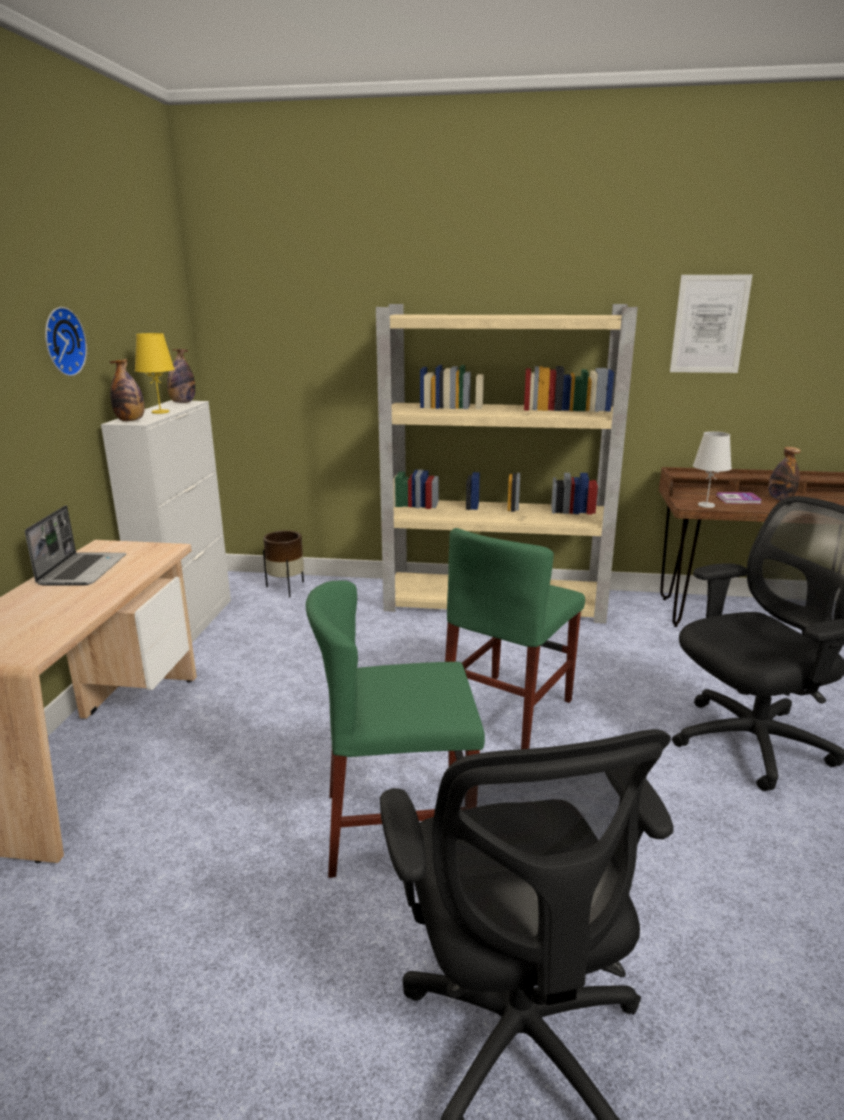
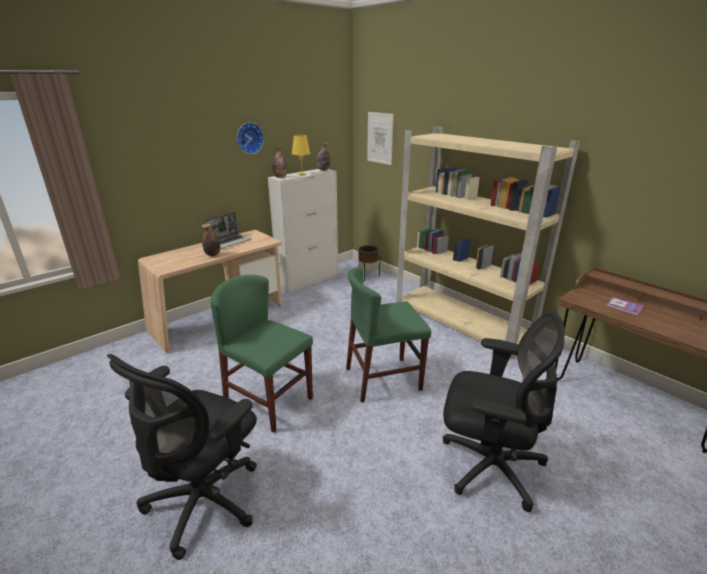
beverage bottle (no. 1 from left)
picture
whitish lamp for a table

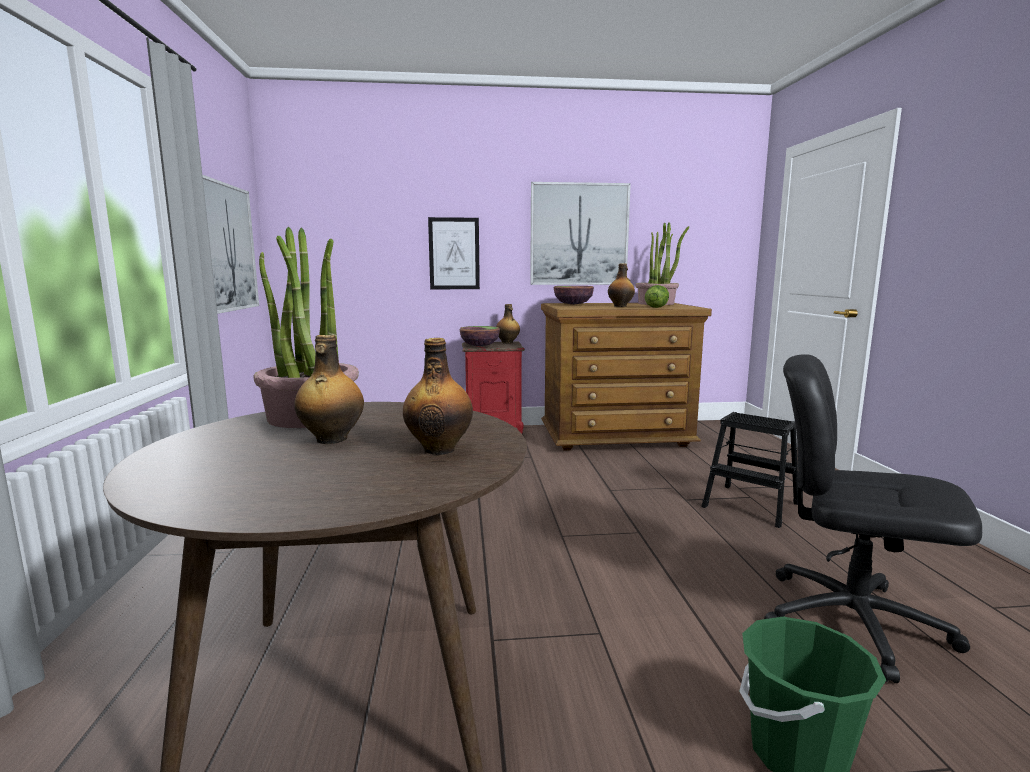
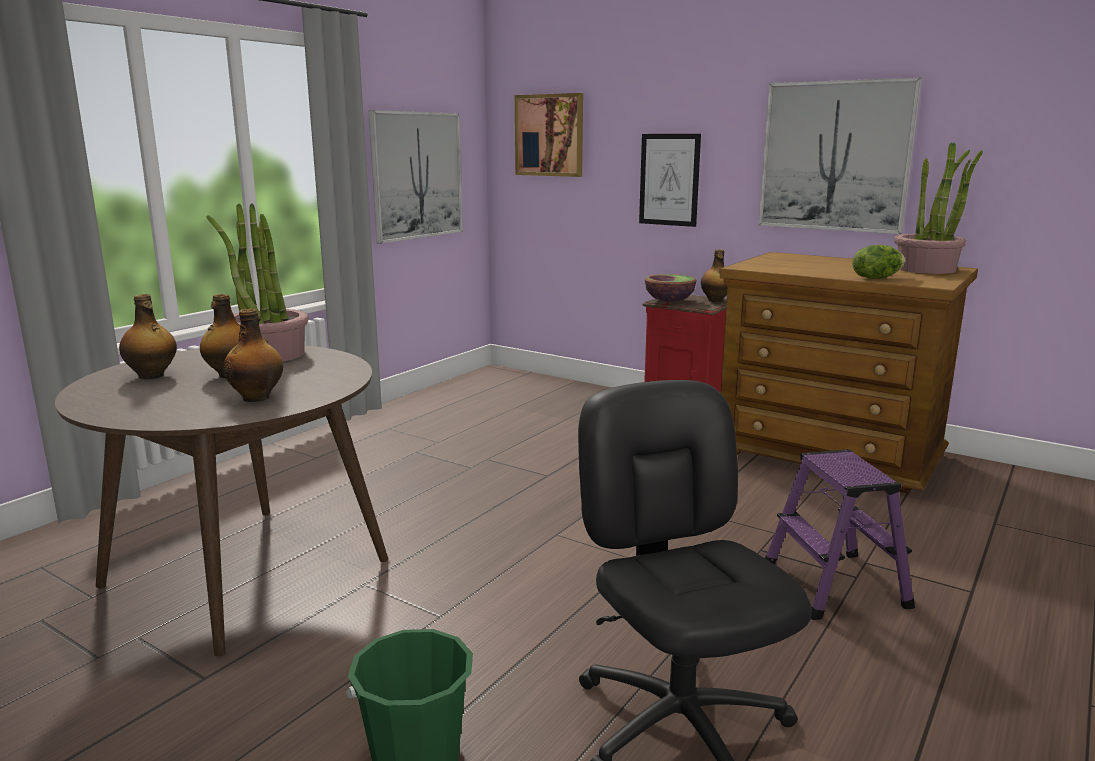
beverage bottle (no. 1 from left)
picture (no. 2 from left)
purplish step stool
deep dish (no. 2 from left in the first image)

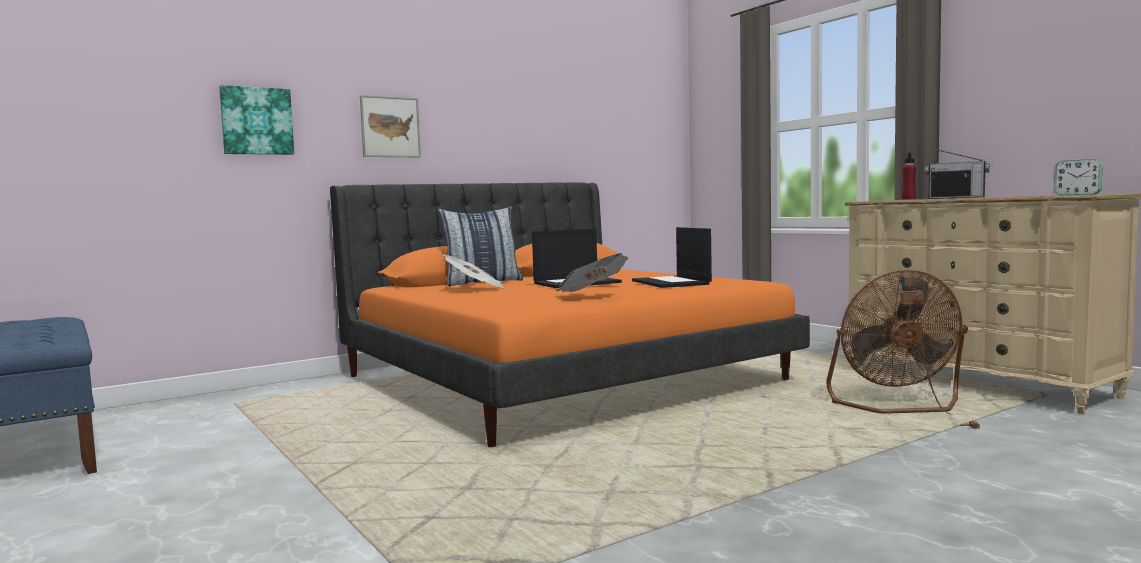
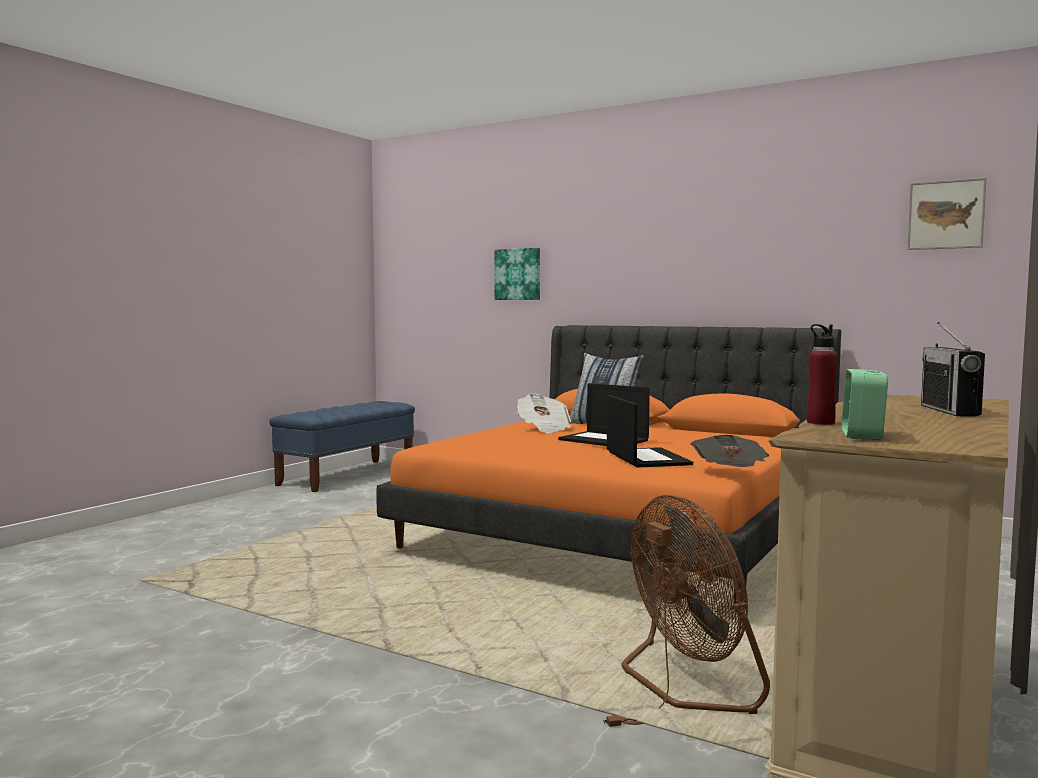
laptop (no. 2 from left)
printed paper (no. 2 from left)
red-coloured beverage bottle
picture (no. 2 from left)

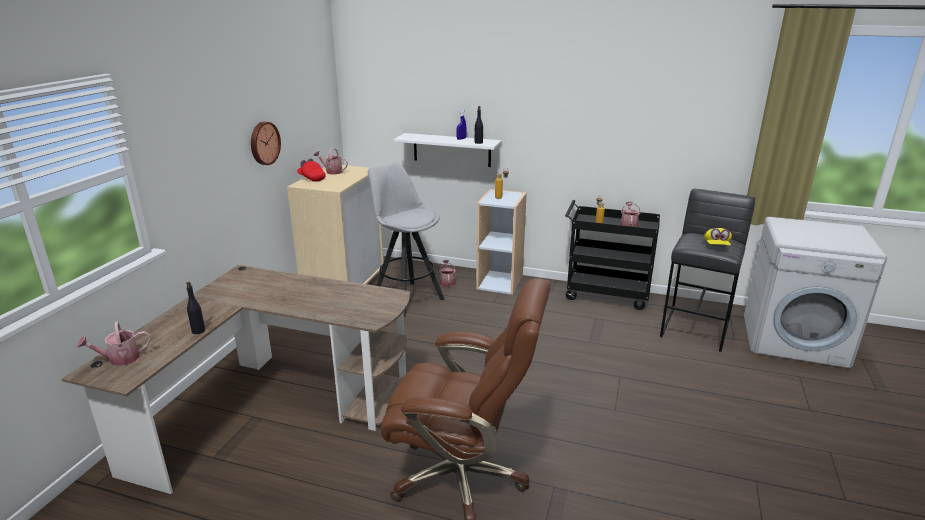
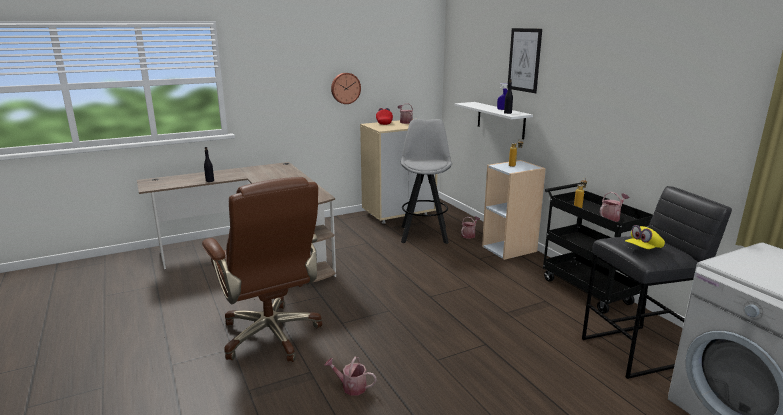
watering pot (no. 1 from left)
picture

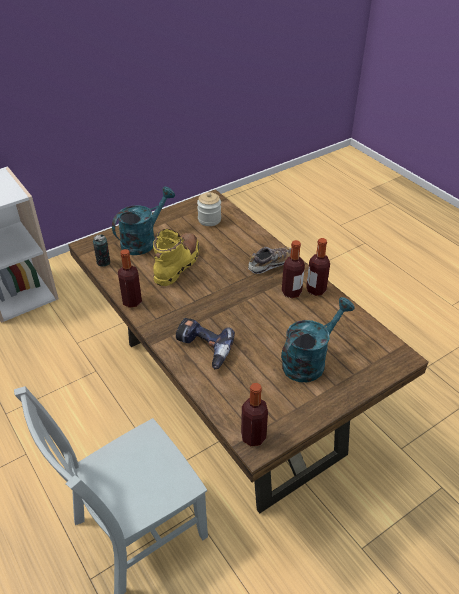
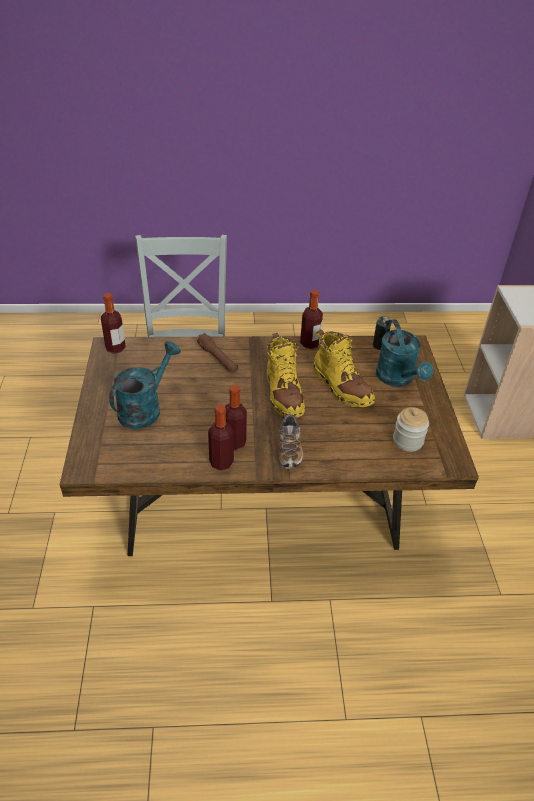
turquoise watering pot (no. 1 from left)
brown-coloured hand torch
yellowish boot (no. 1 from left)

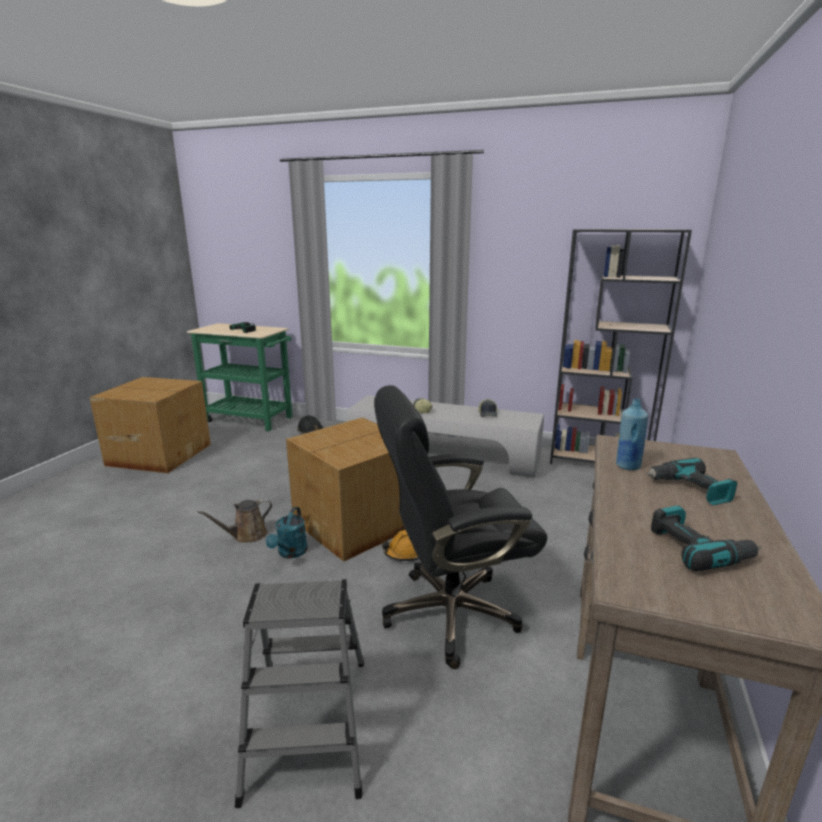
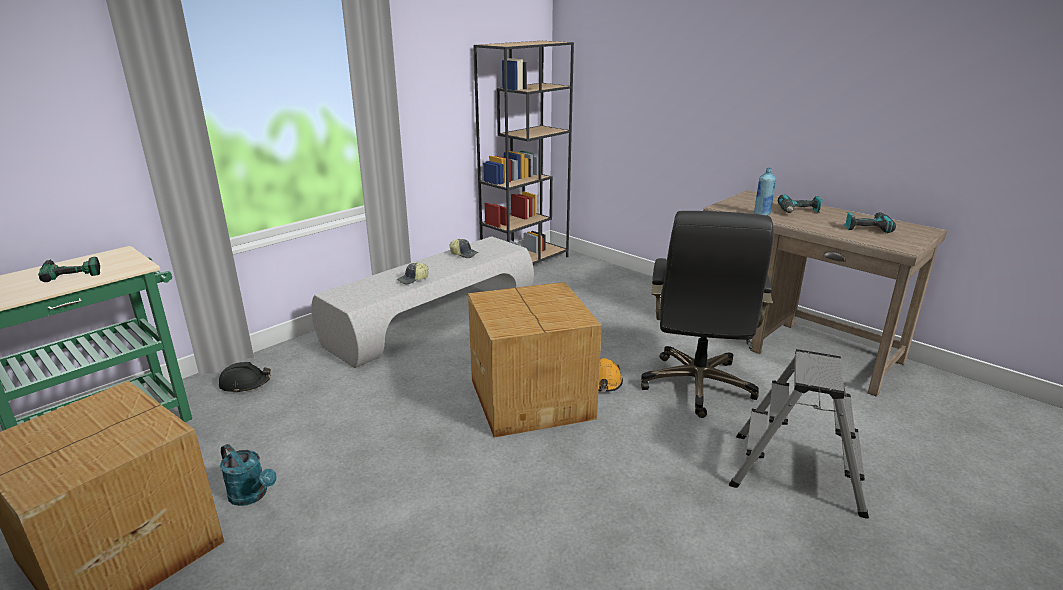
turquoise watering pot
brown-coloured watering pot

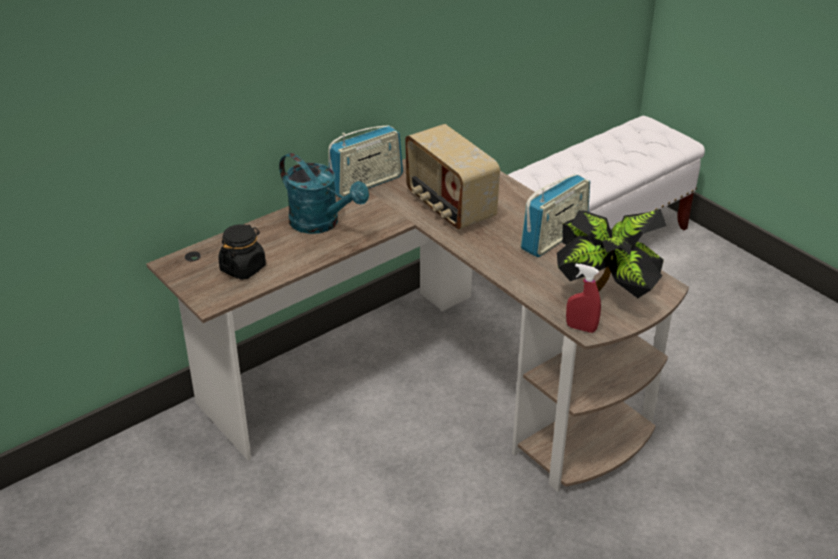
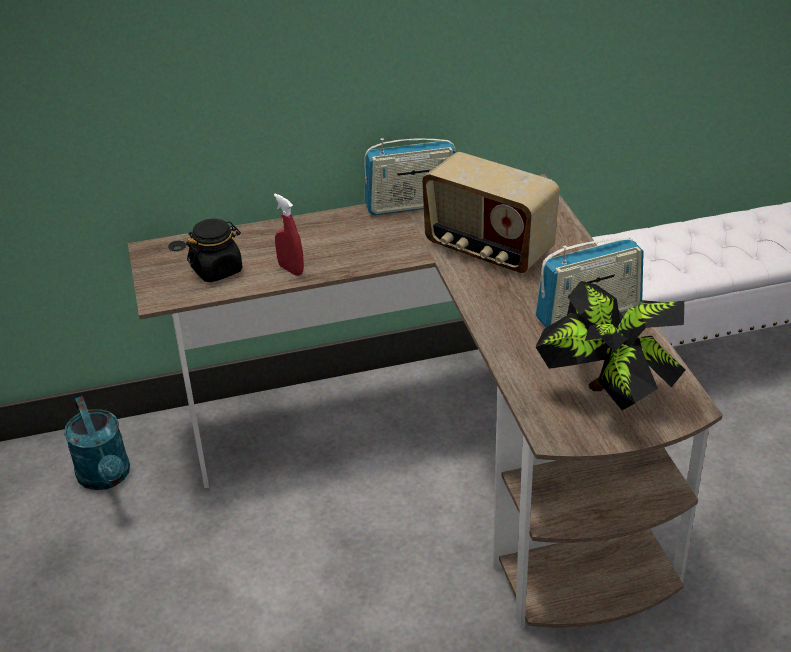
turquoise watering pot
red-coloured sprayer
radio receiver (no. 2 from left)

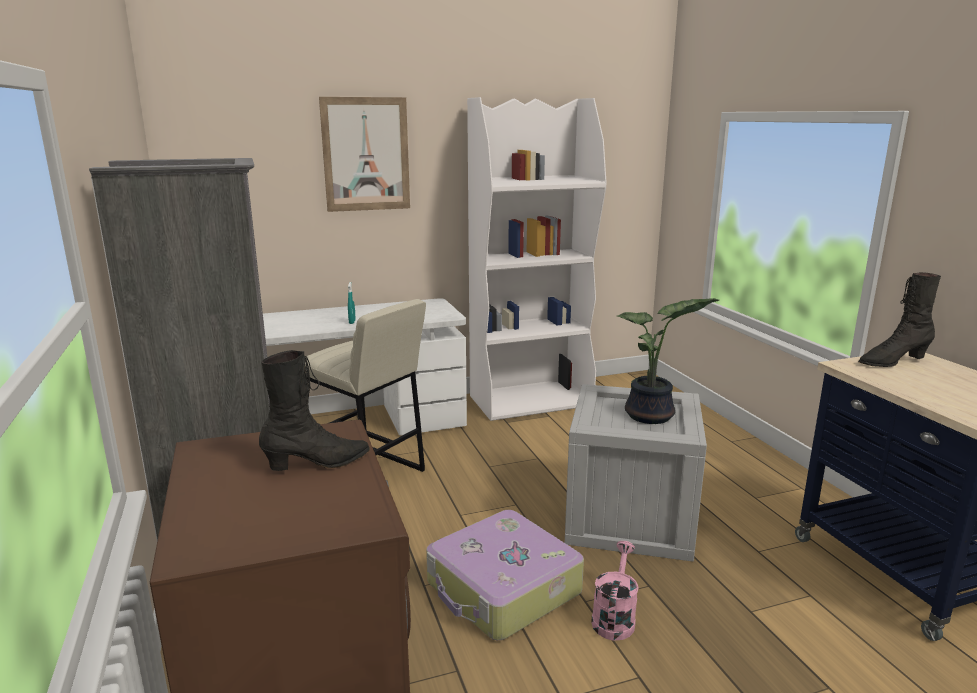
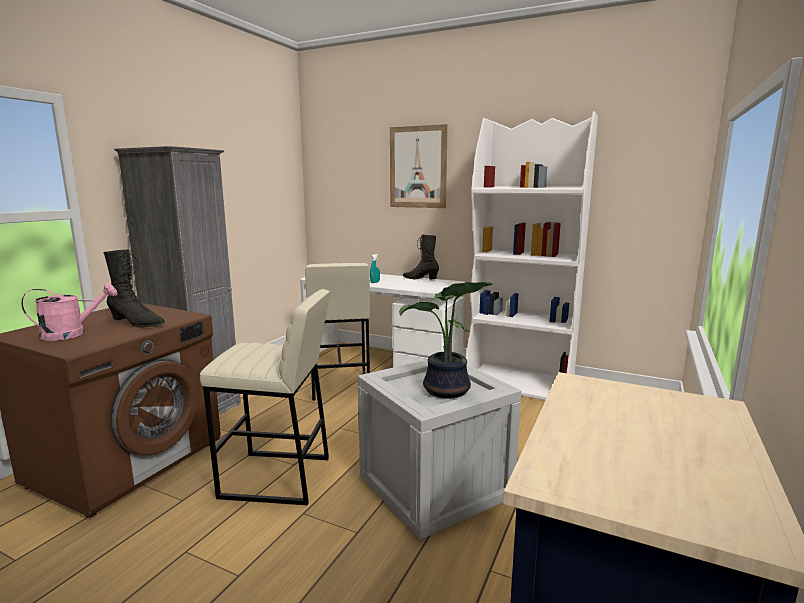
pink watering pot
beige-coloured sitting stool (no. 1 from left)
black-coloured boot (no. 2 from left)

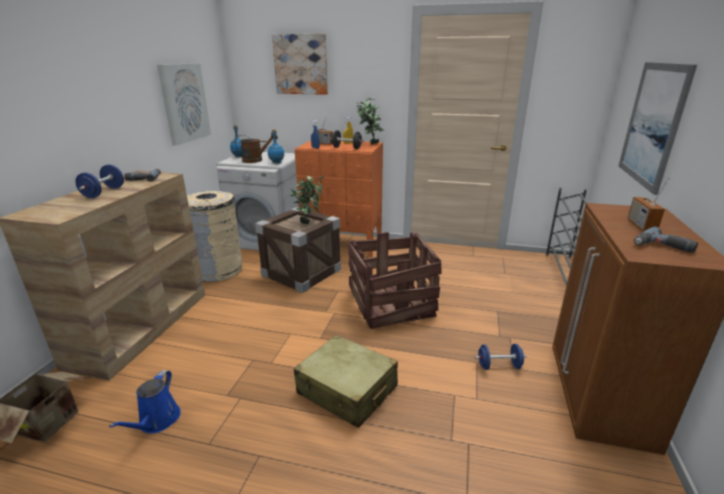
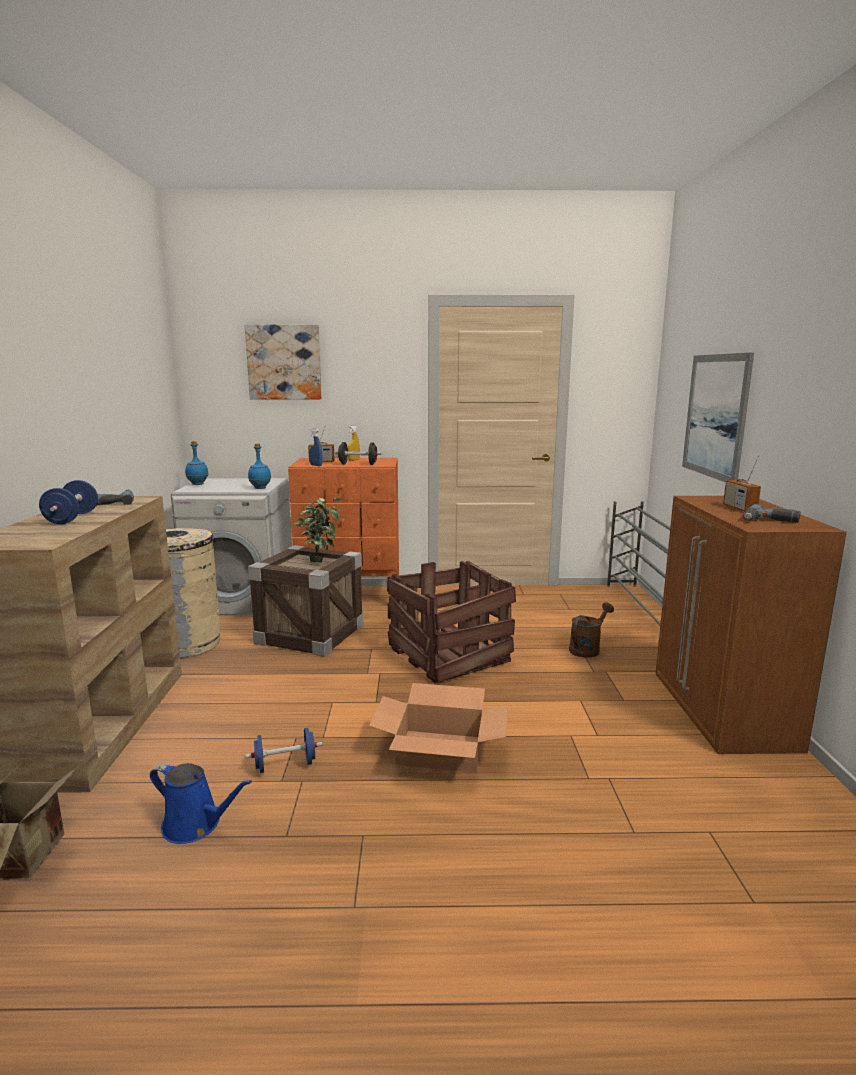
blue-coloured watering pot
blue-coloured hand weight (no. 2 from left)
carton (no. 2 from left)
brown-coloured watering pot
picture (no. 1 from left in the first image)
houseplant (no. 2 from left in the first image)

